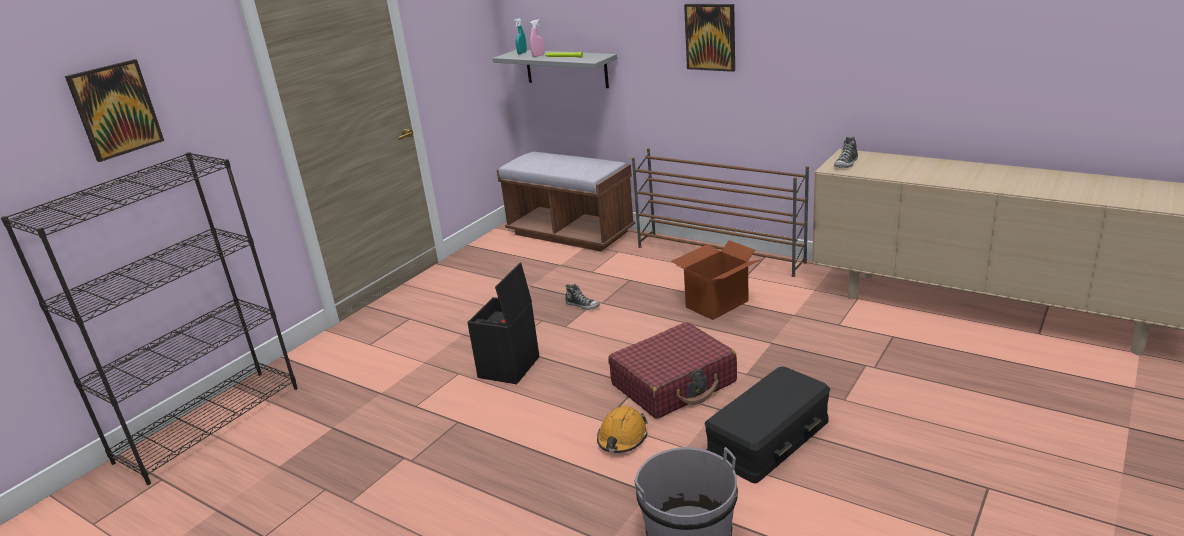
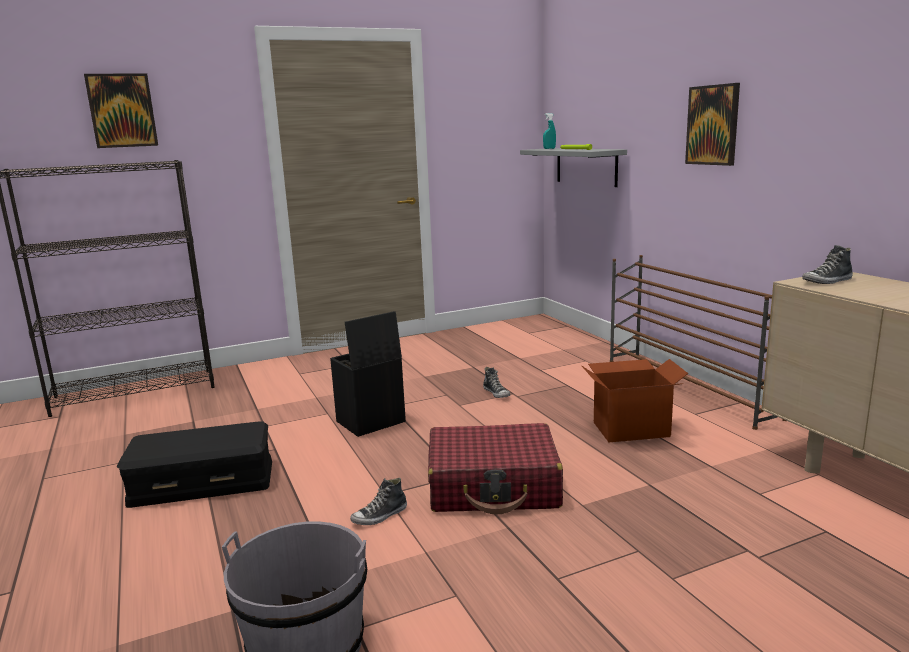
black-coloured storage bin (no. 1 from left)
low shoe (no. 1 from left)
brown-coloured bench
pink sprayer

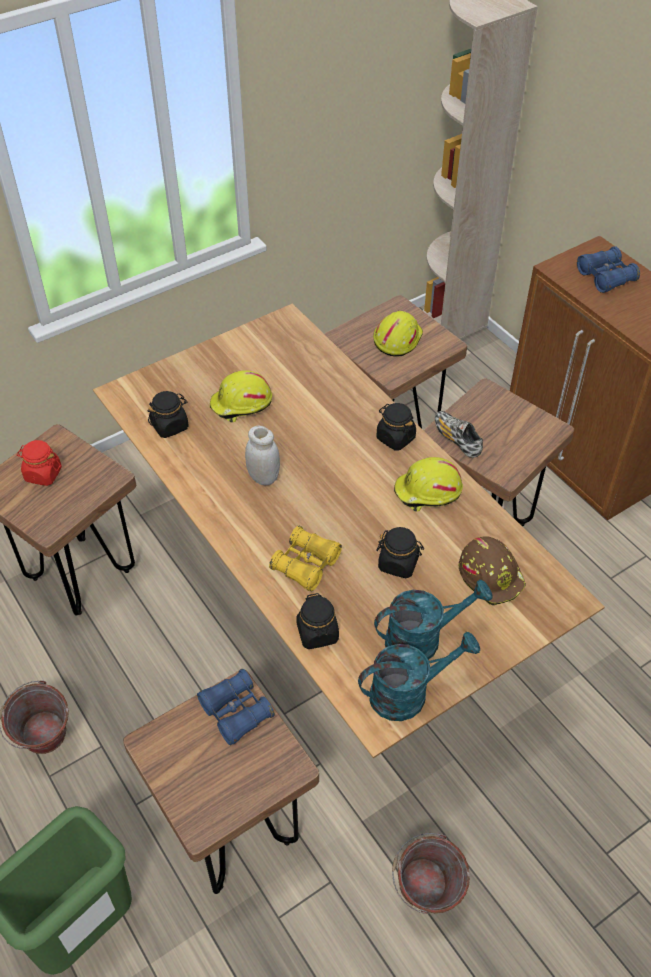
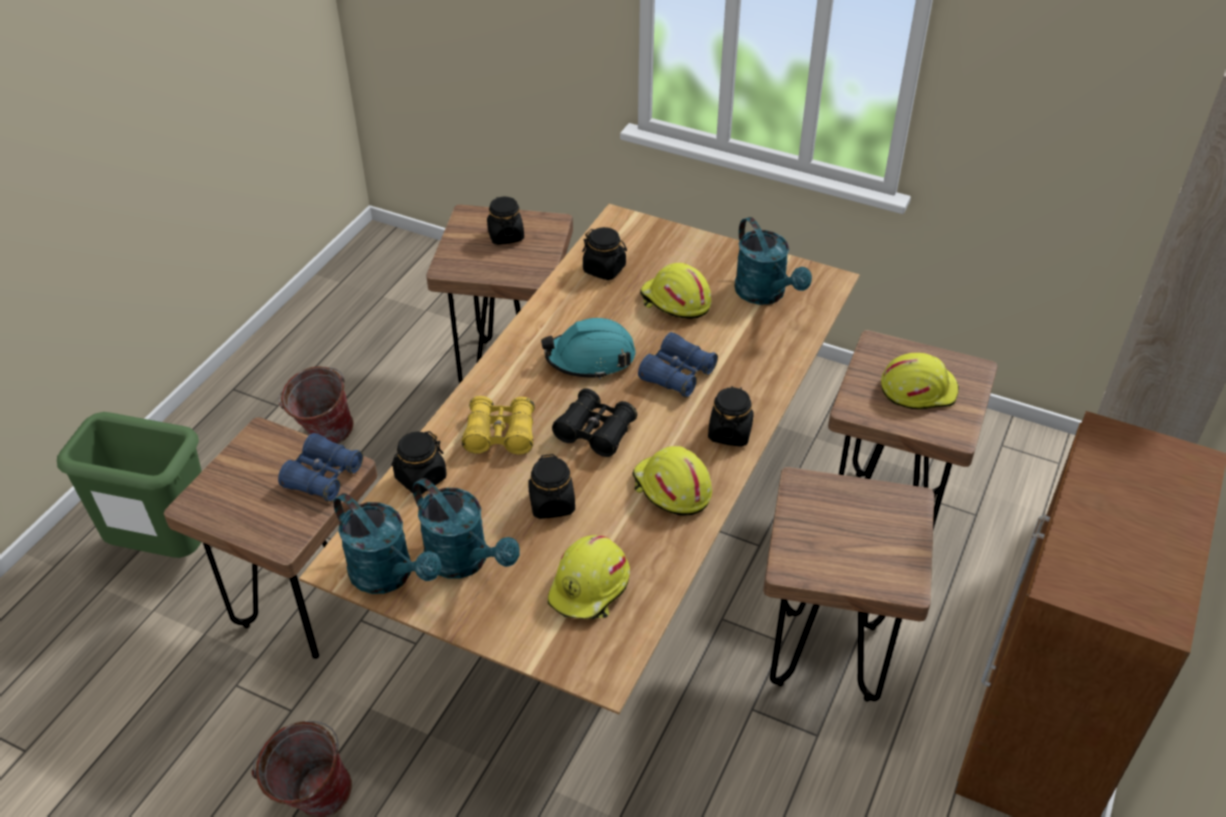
black-coloured jar (no. 2 from left)
turquoise hard hat
yellowish hard hat (no. 1 from left)
black-coloured pair of binoculars
blue-coloured pair of binoculars (no. 2 from left)
turquoise watering pot (no. 3 from left)
low shoe

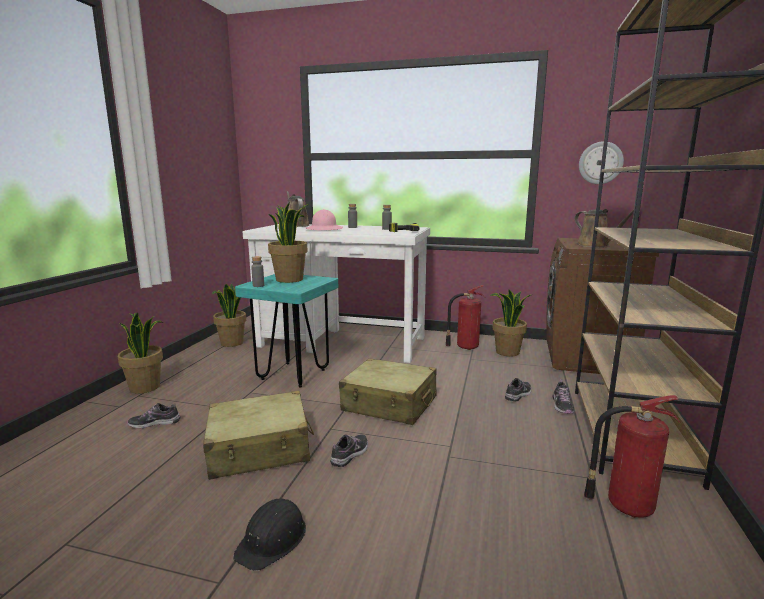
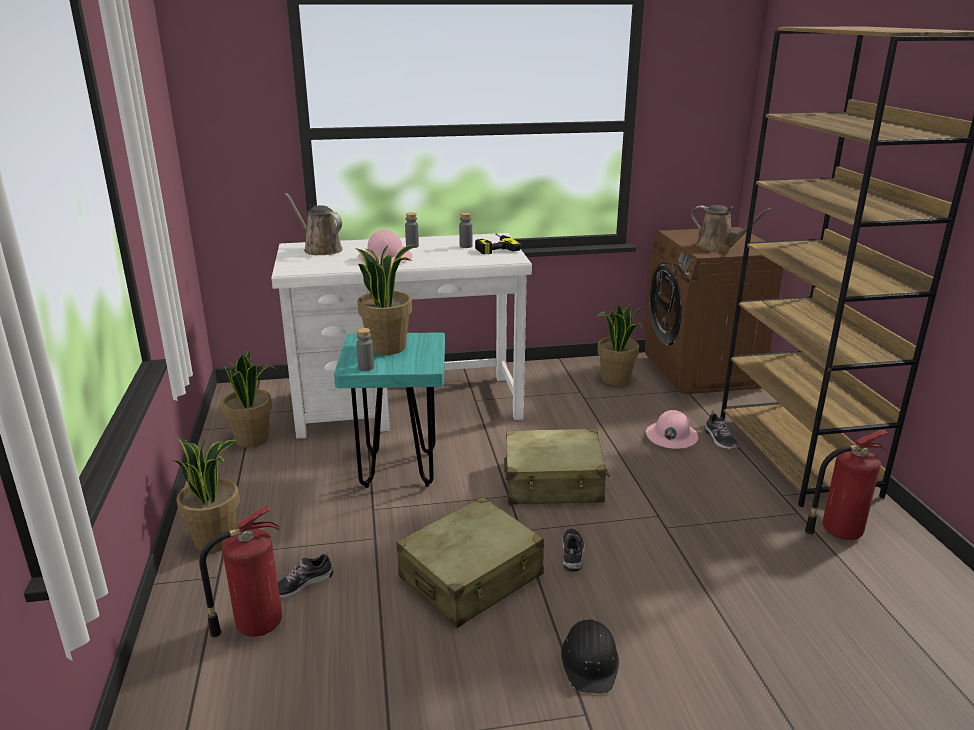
extinguisher (no. 1 from left)
pink hard hat (no. 2 from left)
wall clock

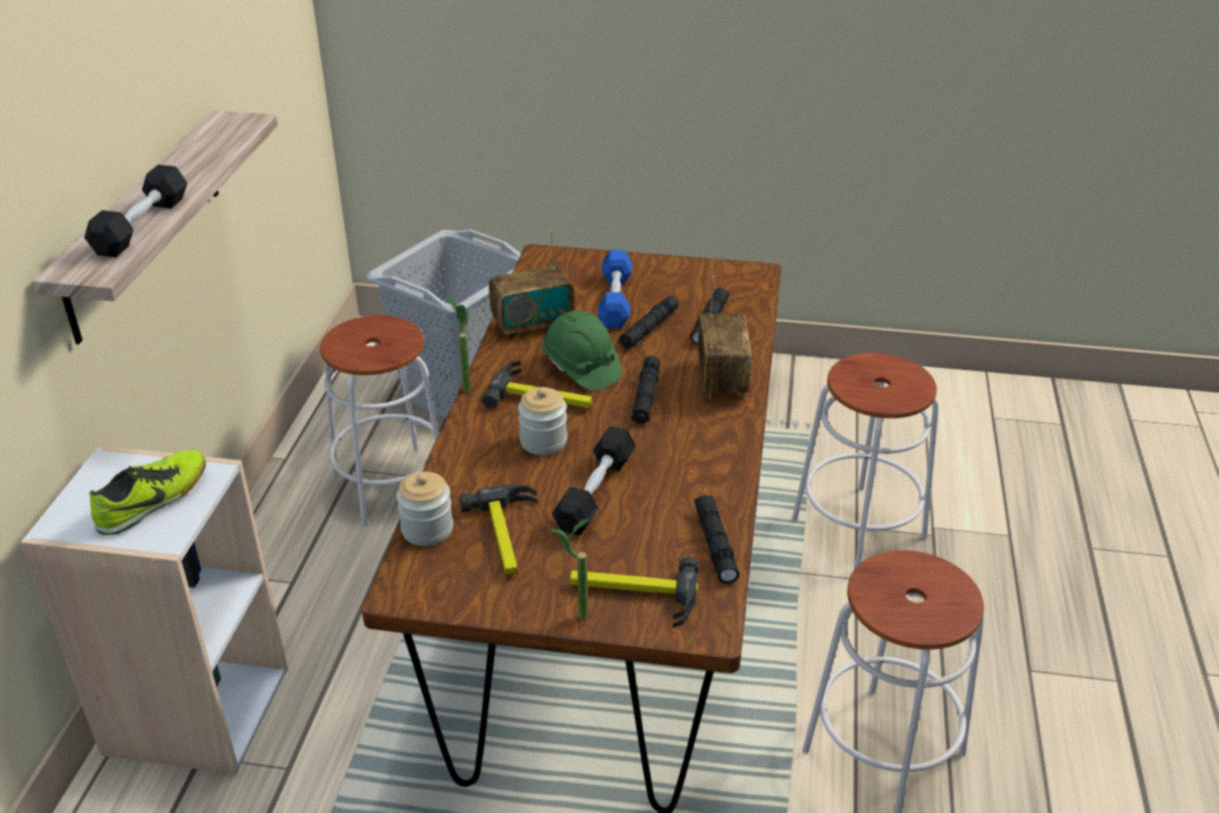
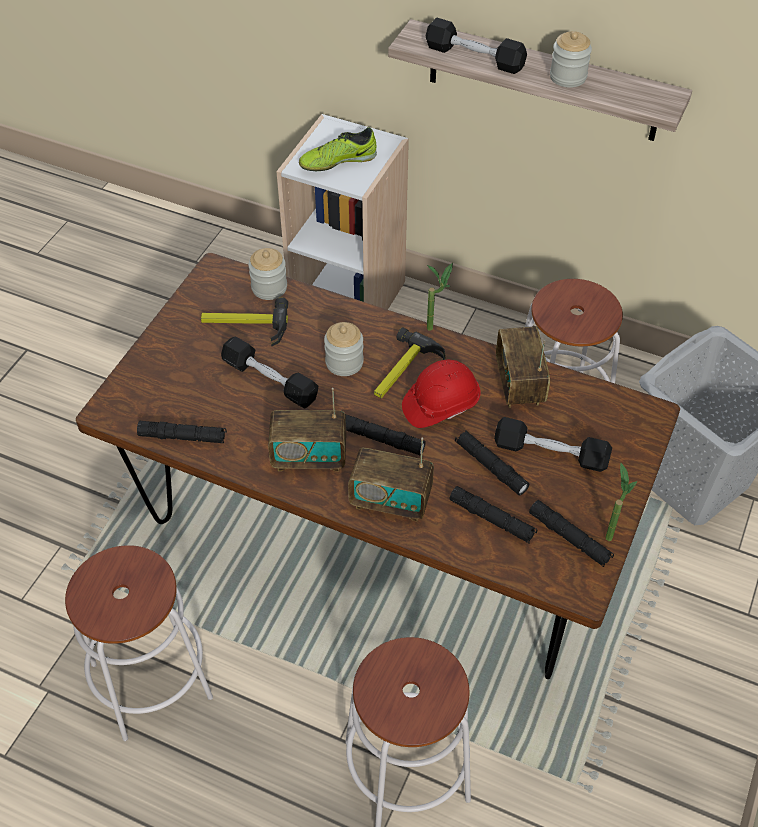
radio receiver (no. 1 from left)
low shoe
red-coloured hard hat
black-coloured hand weight (no. 3 from left)
black-coloured hand torch (no. 5 from left)
jar (no. 3 from left)
houseplant (no. 2 from left)
hand hammer (no. 3 from left in the first image)

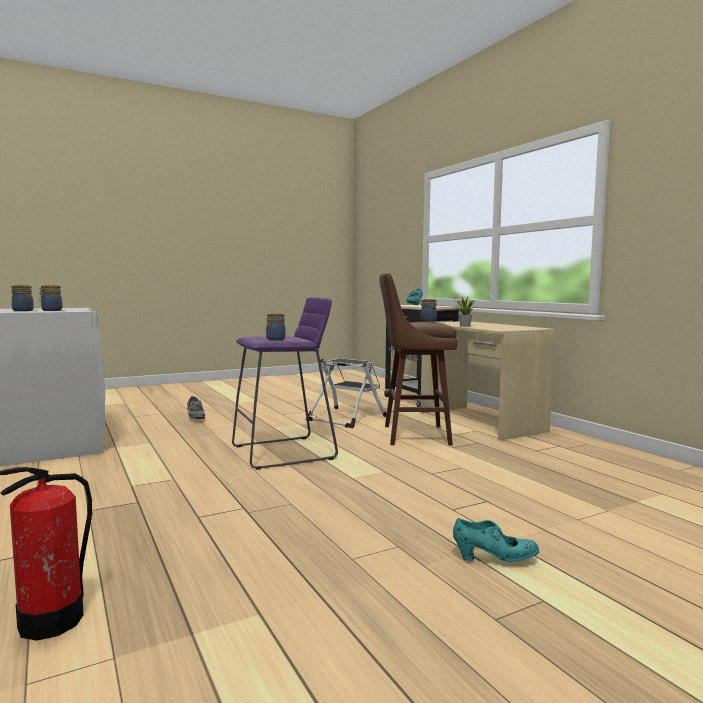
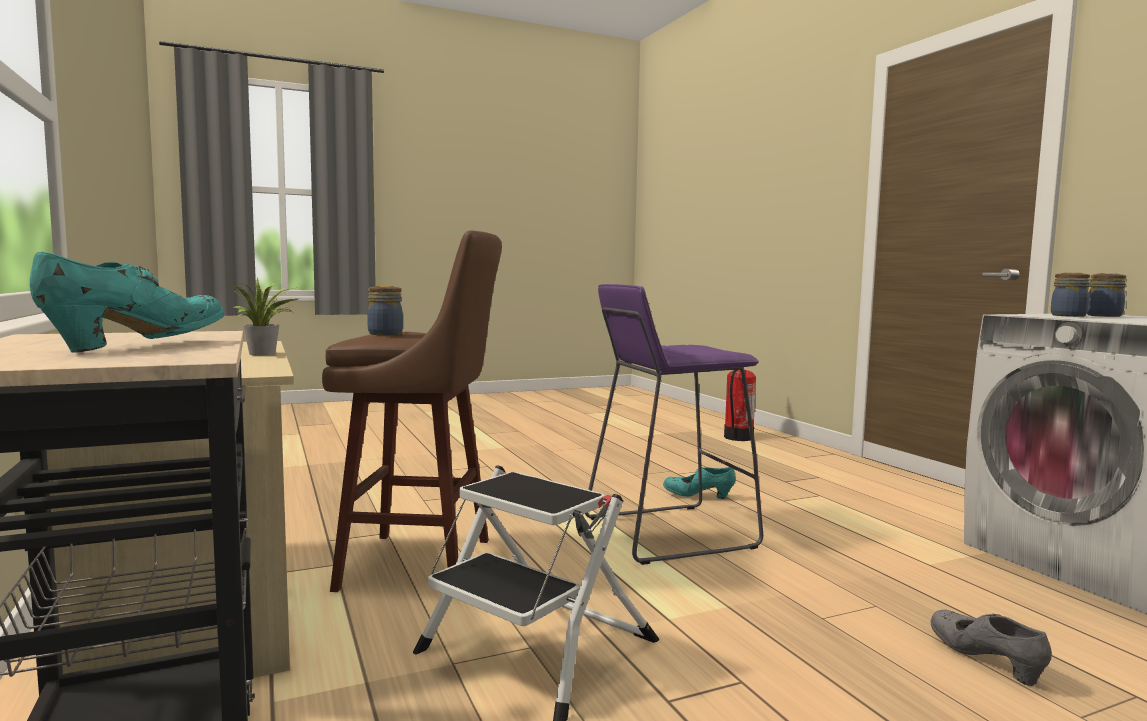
turquoise low shoe (no. 2 from left)
jar (no. 3 from left in the first image)

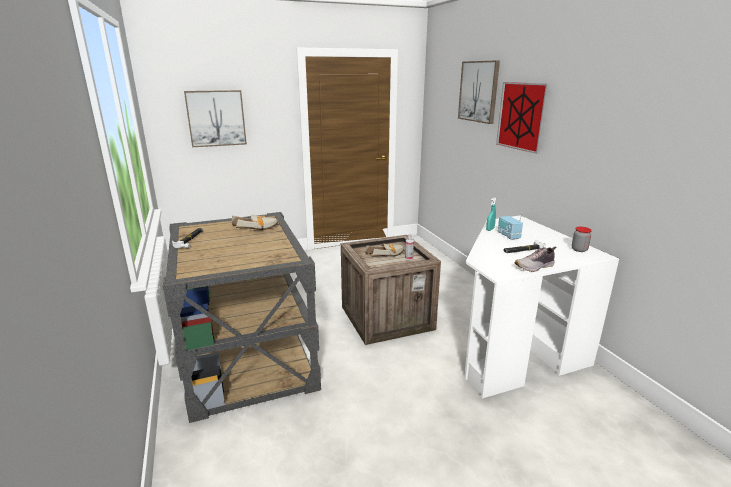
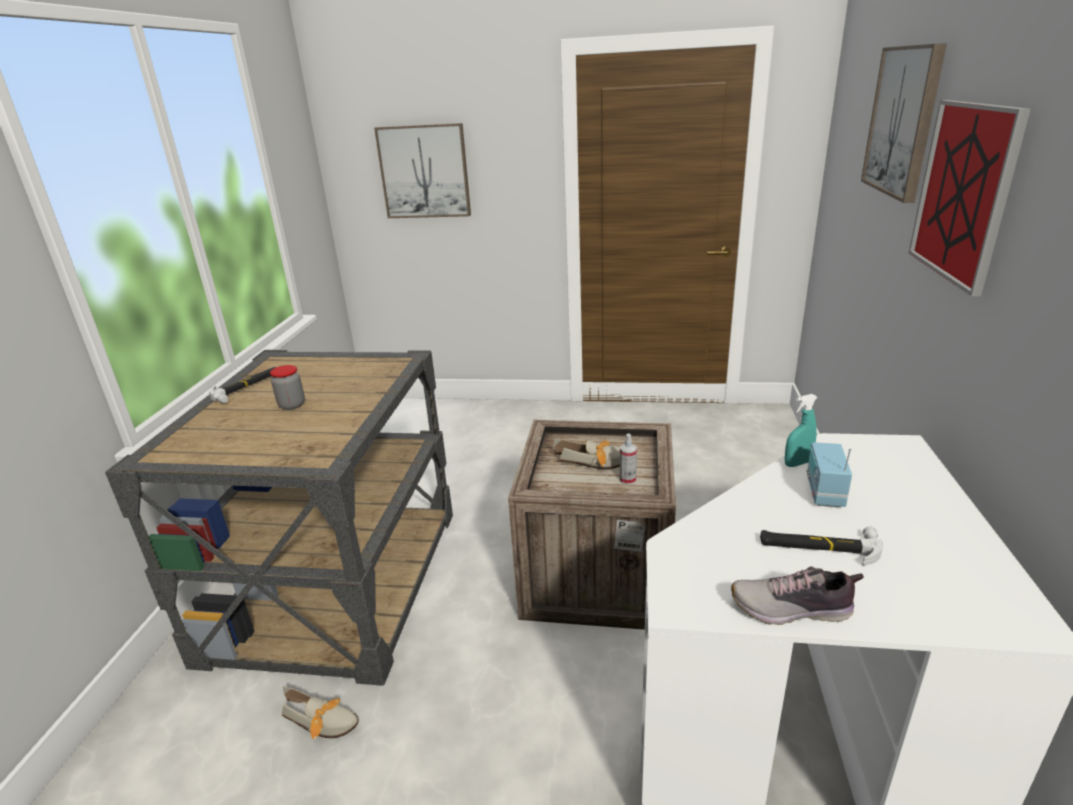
jar
low shoe (no. 1 from left)

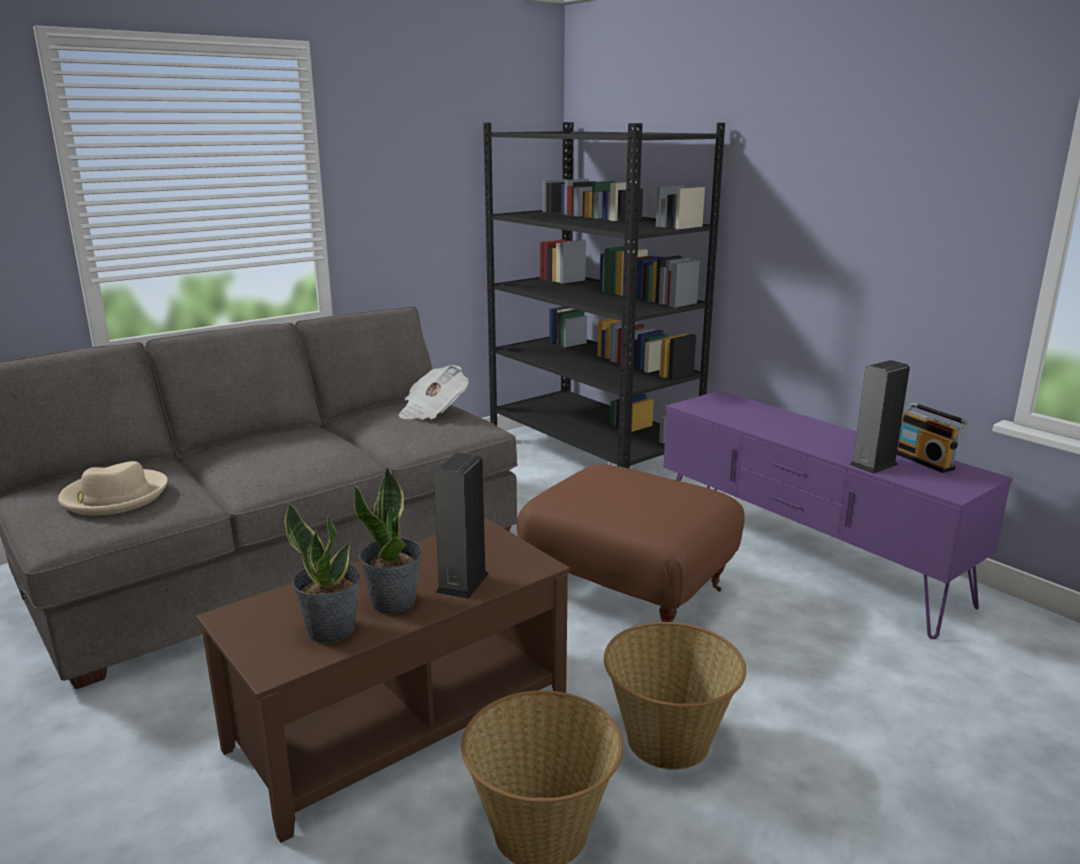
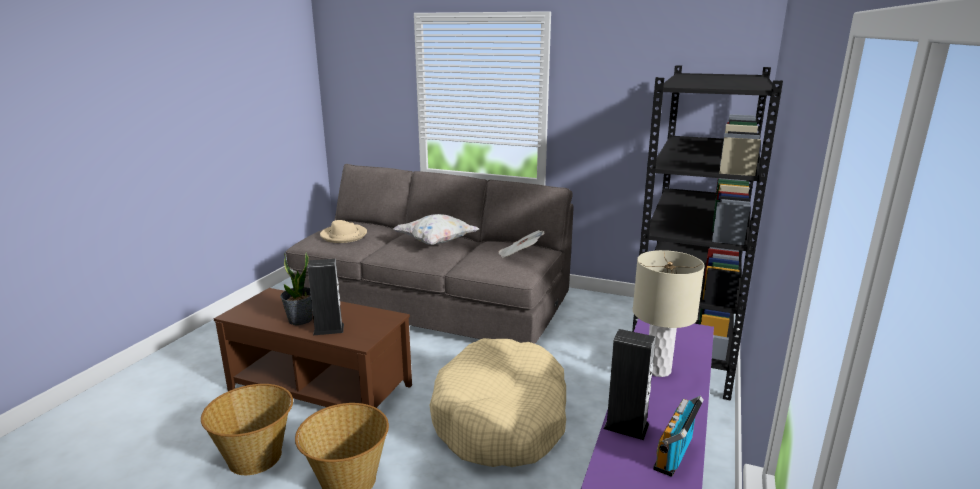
whitish pillow
beige-coloured pet bed
beige-coloured lamp for a table
houseplant (no. 1 from left in the first image)

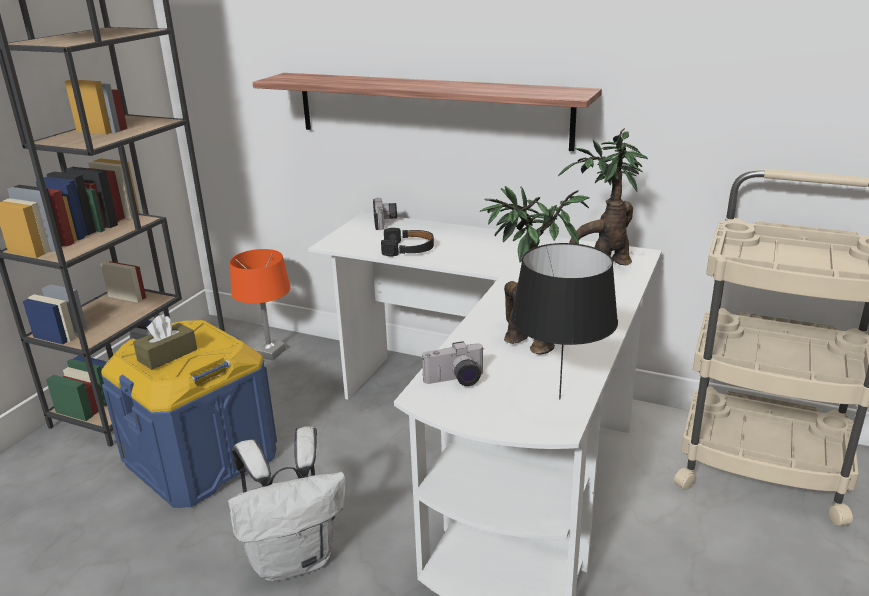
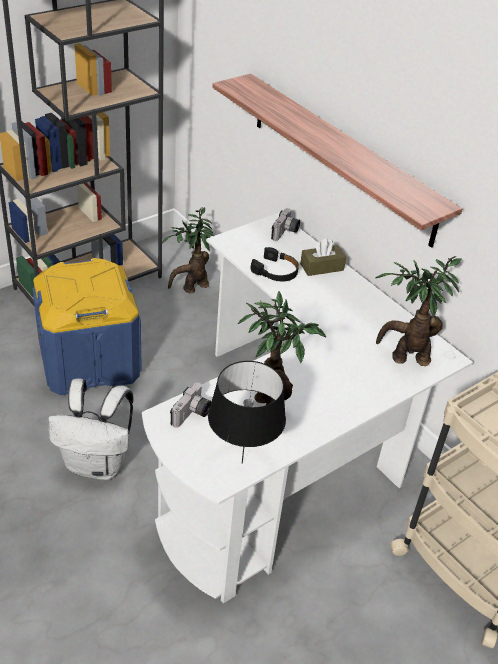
houseplant (no. 1 from left)
photo camera (no. 1 from left)
brown-coloured tissue holder

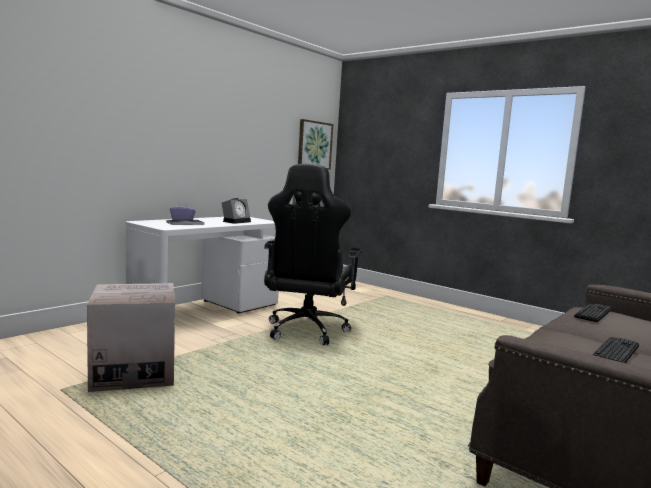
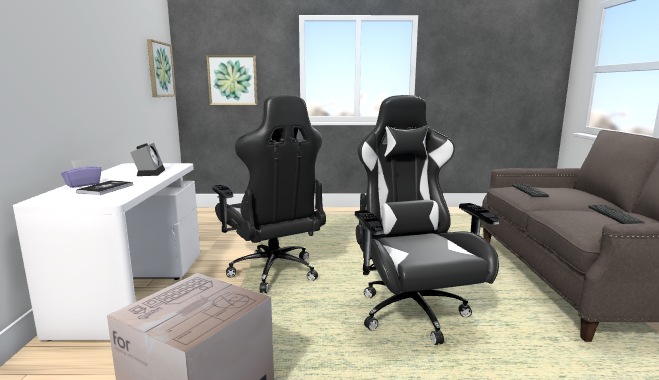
picture (no. 2 from left)
black-coloured desk chair (no. 2 from left)

